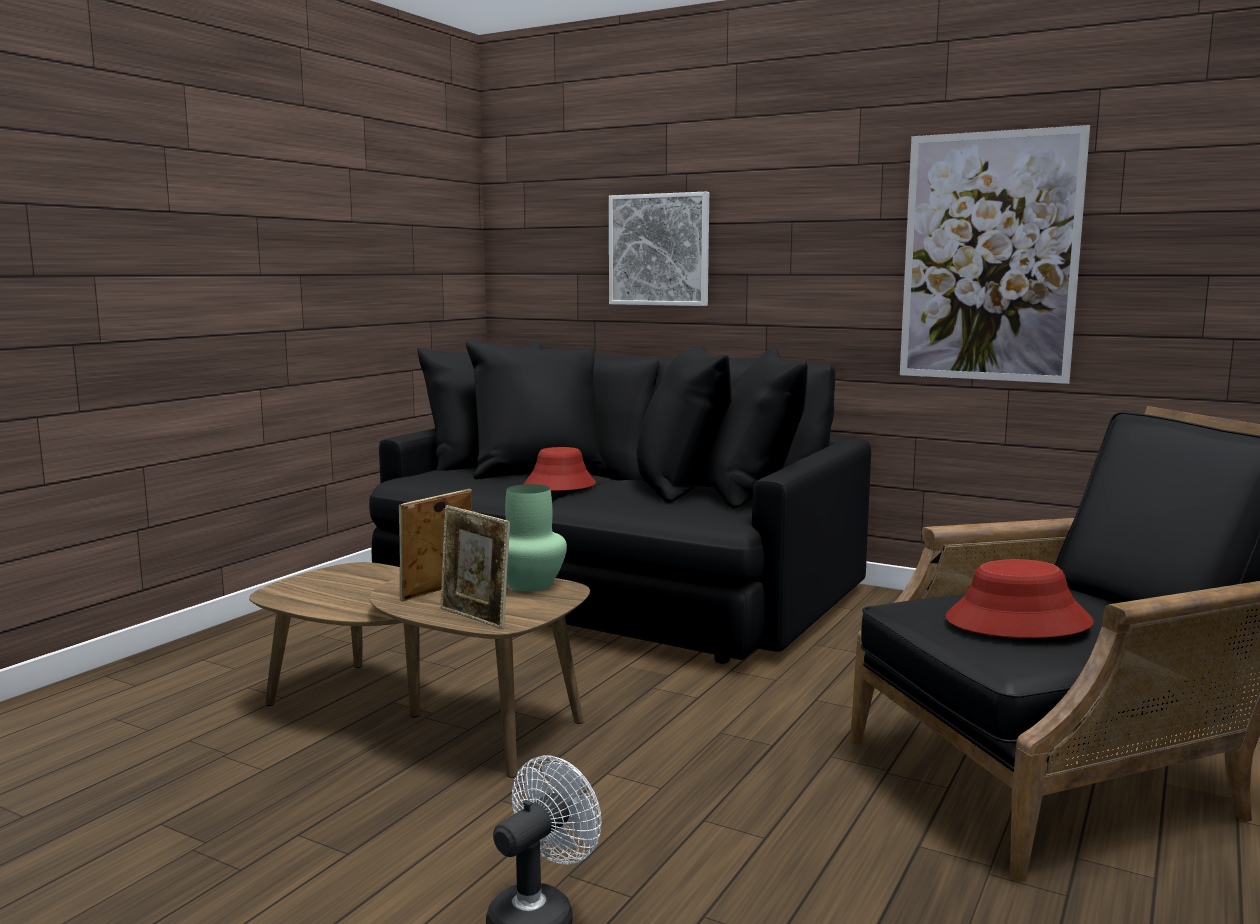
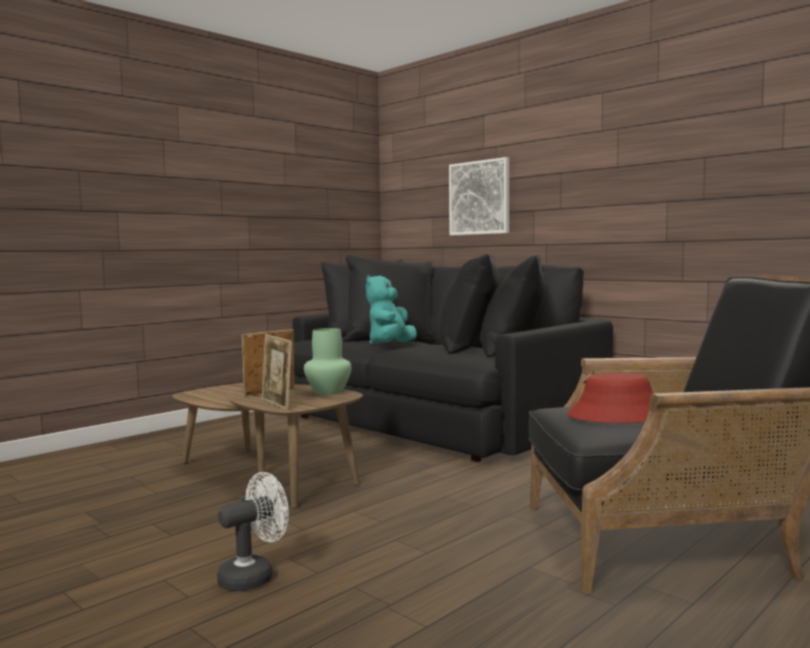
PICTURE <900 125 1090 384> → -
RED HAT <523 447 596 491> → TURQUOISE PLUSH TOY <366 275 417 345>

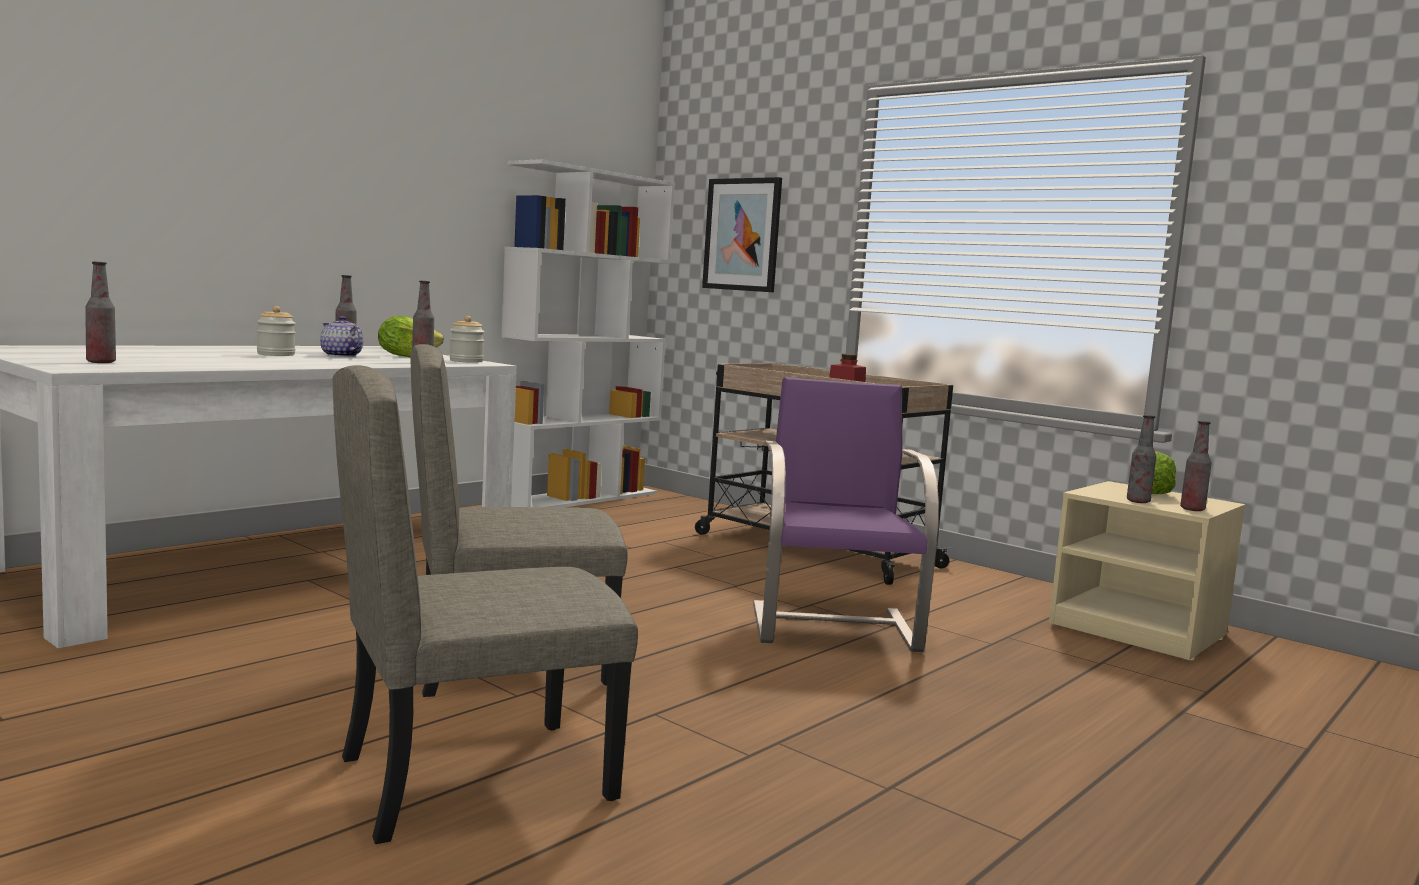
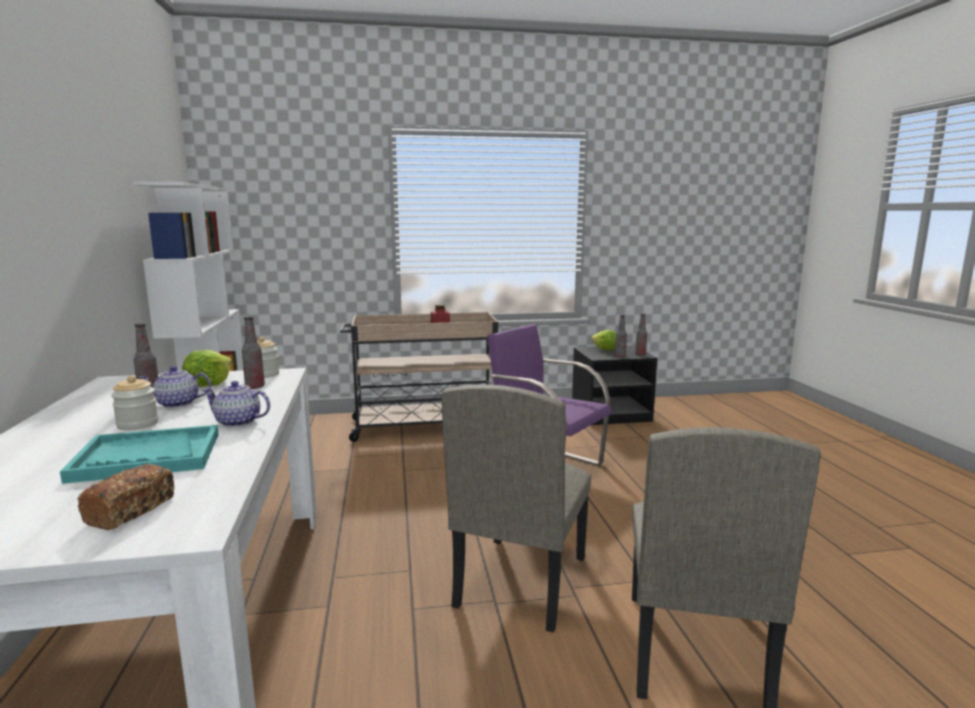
PICTURE <702 177 782 292> → -
- → TURQUOISE TRAY <60 425 219 484>
- → TEAPOT <203 381 270 427>
BOTTLE <85 262 116 363> → BREAD <78 464 175 530>
BEIGE NIGHTSTAND <1049 481 1246 660> → BLACK NIGHTSTAND <572 345 658 425>

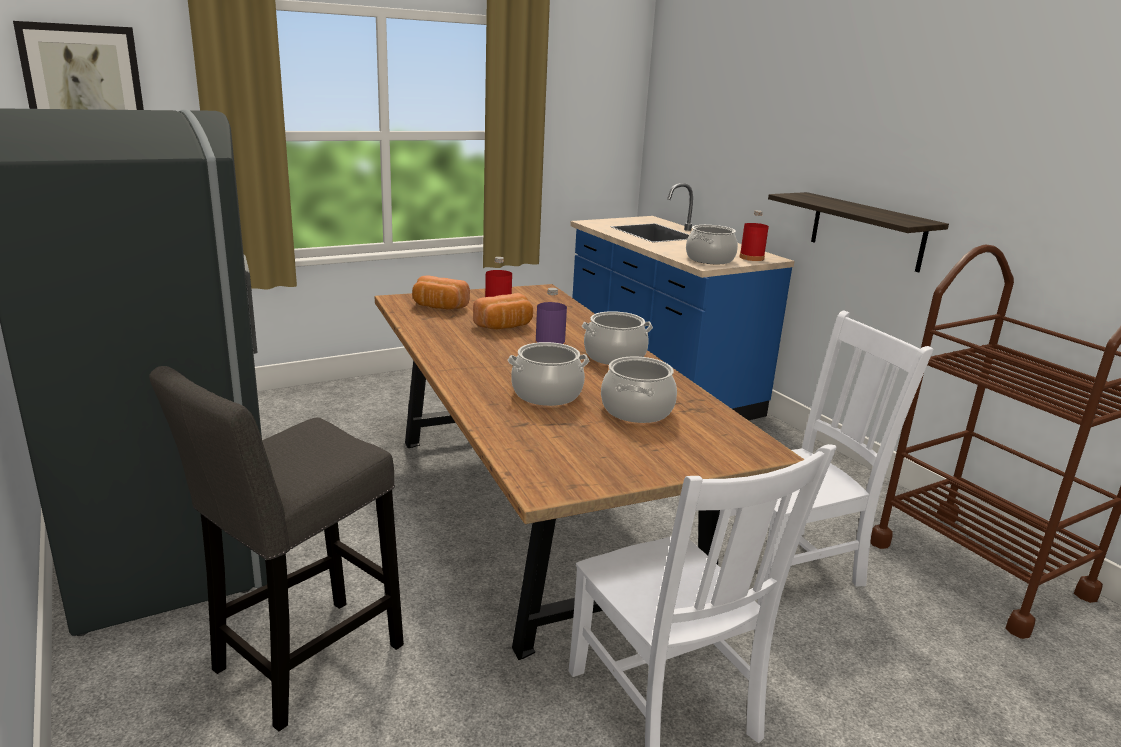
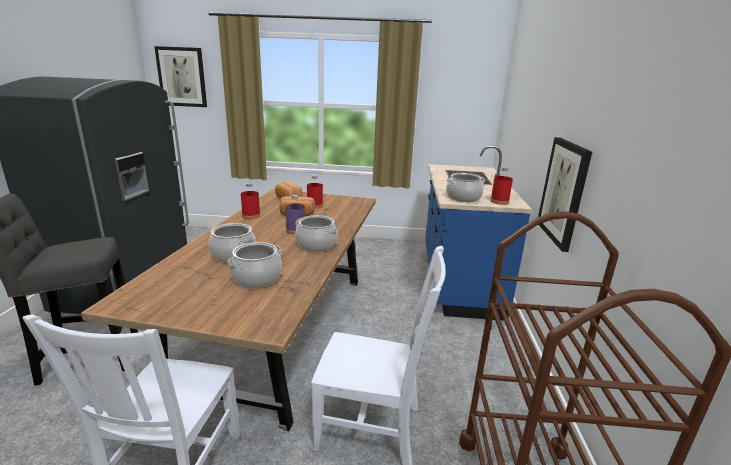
- → RED BOTTLE <241 183 260 219>
SHELF <768 192 949 272> → PICTURE <538 137 592 252>

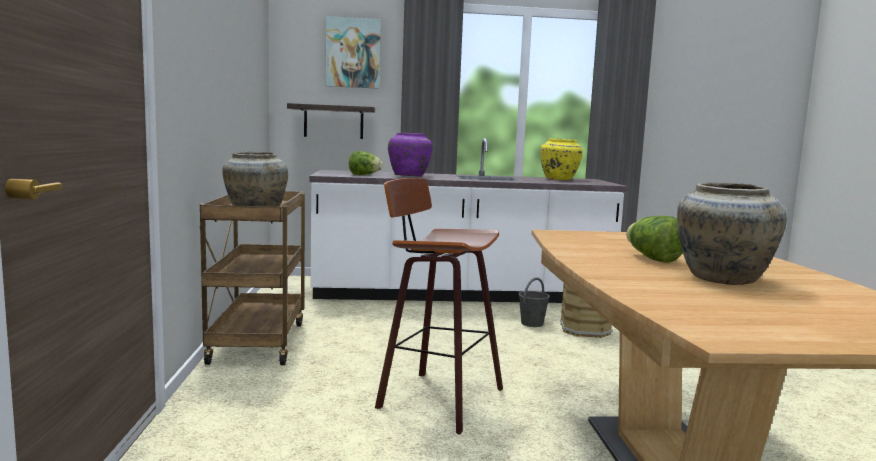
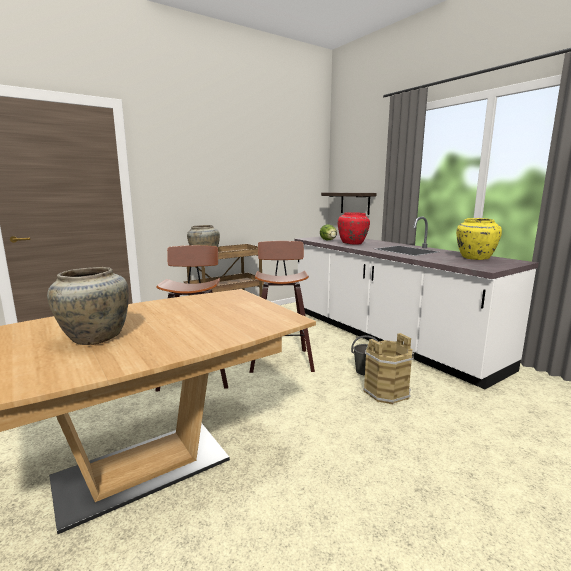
PICTURE <325 16 381 89> → -
LETTUCE <626 216 683 263> → -
- → STOOL <249 241 315 373>
PURPLE VASE <388 133 432 177> → RED VASE <338 212 370 245>

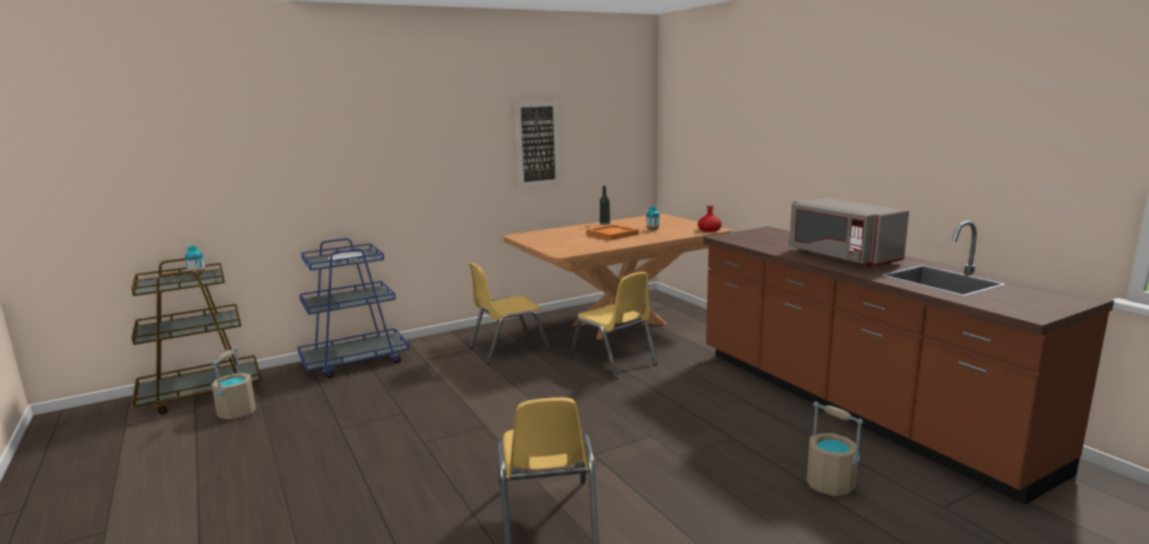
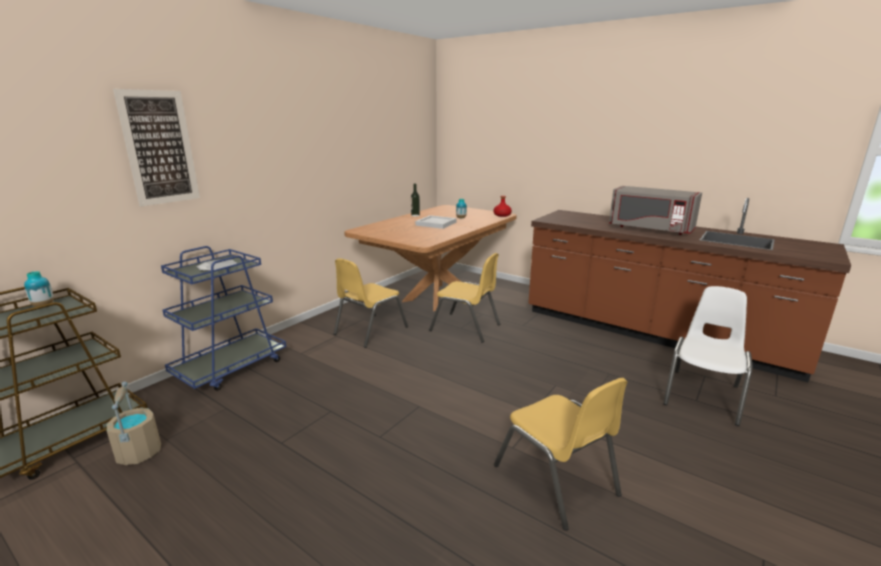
PICTURE <515 101 560 188> → PICTURE <113 89 200 207>, moved
BEIGE BUCKET <807 401 863 496> → WHITE CHAIR <663 286 752 426>
ORANGE TRAY <586 224 639 240> → WHITE TRAY <415 215 457 229>

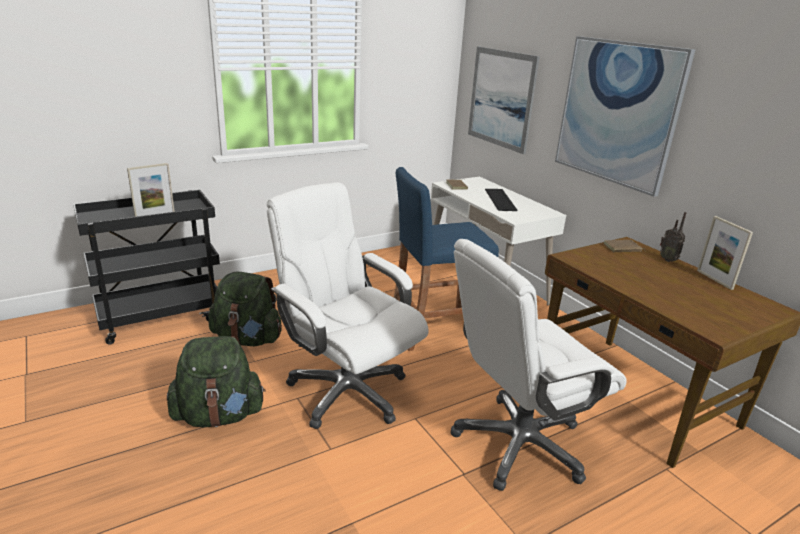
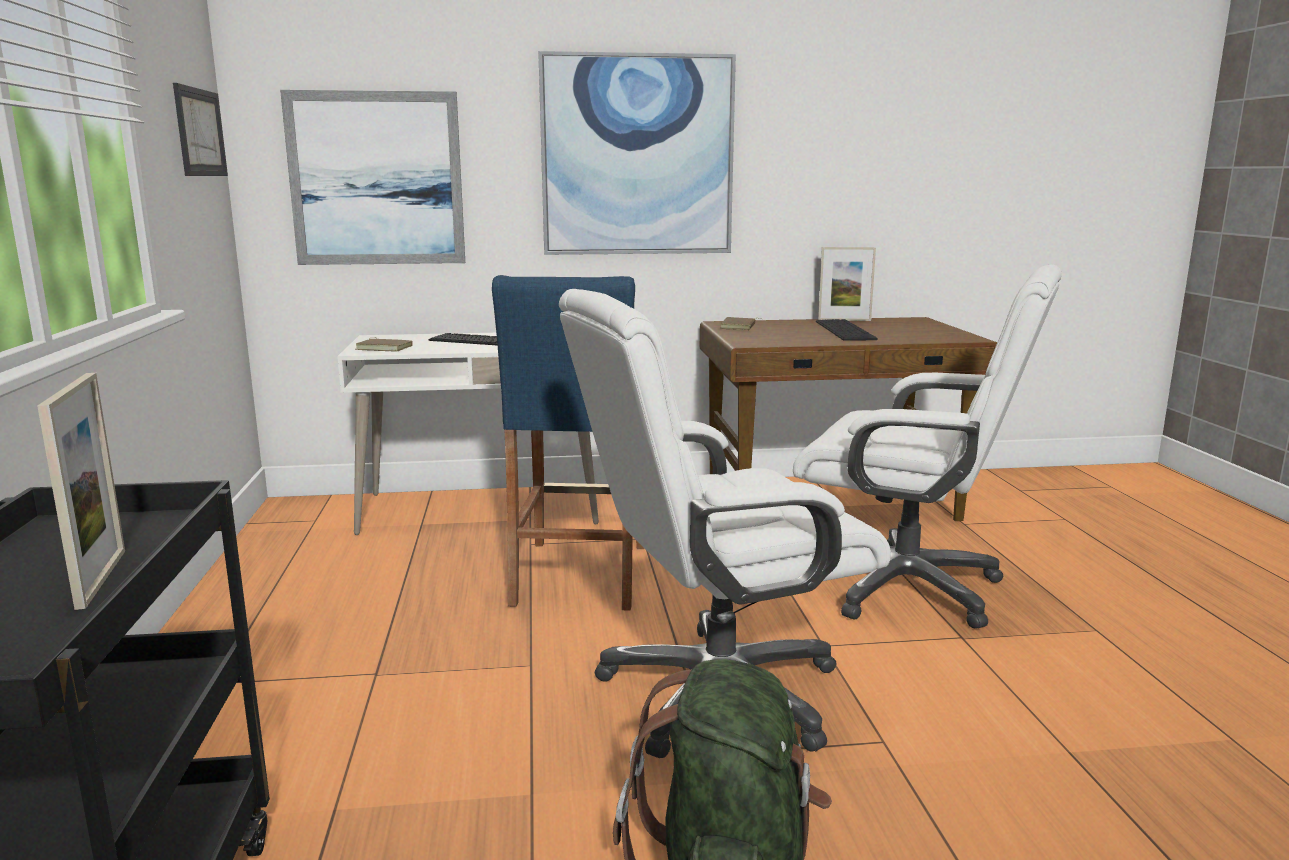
GREEN BACKPACK <208 272 282 346> → -
RADIO <660 212 687 262> → -
- → PICTURE <173 83 228 176>
- → KEYBOARD <816 319 878 341>
WHITE OFFICE CHAIR <451 239 626 491> → WHITE OFFICE CHAIR <793 264 1061 629>, 60 degrees counterclockwise

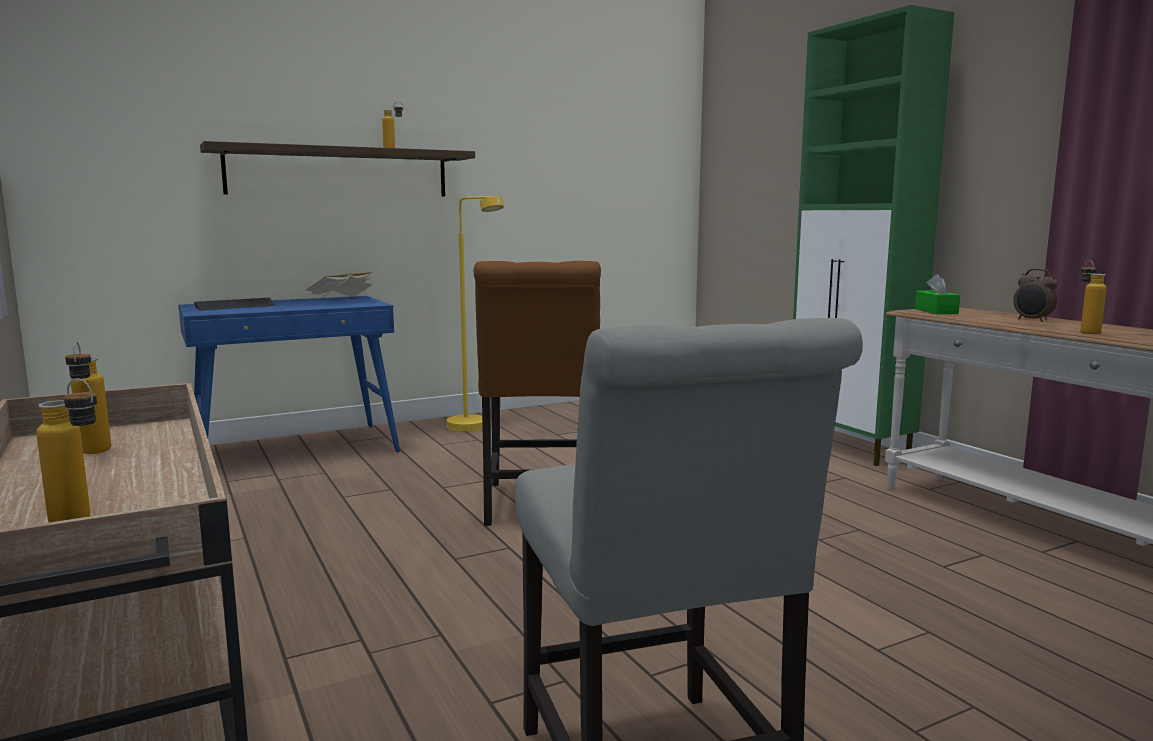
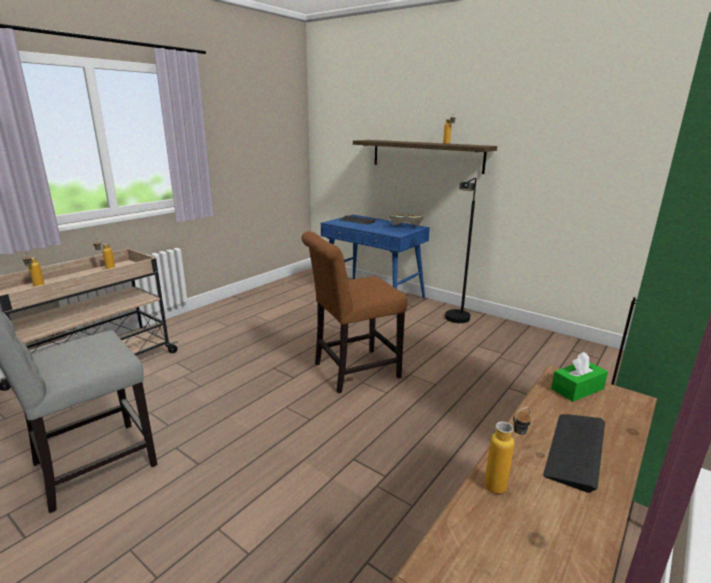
ALARM CLOCK <1013 269 1058 322> → KEYBOARD <543 414 605 493>
YELLOW FLOOR LAMP <447 196 504 431> → BLACK FLOOR LAMP <445 178 476 323>

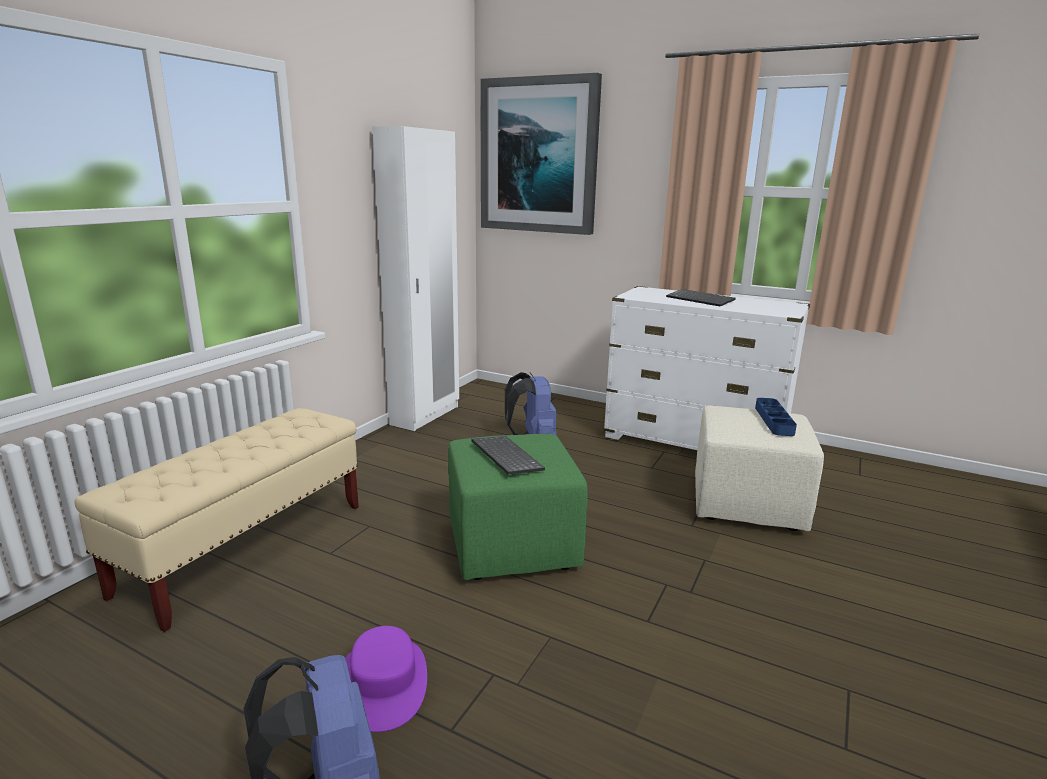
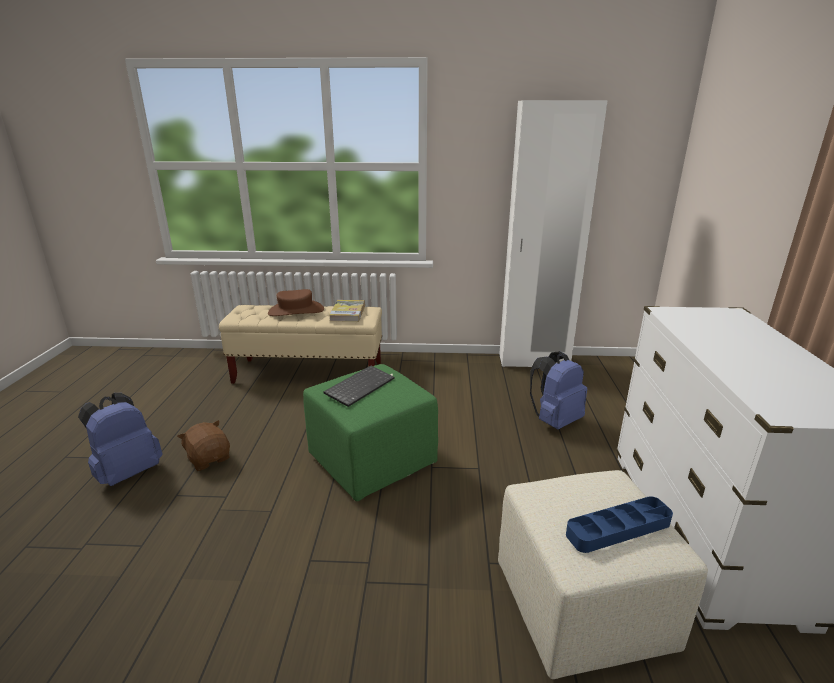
PICTURE <480 73 602 235> → -
KEYBOARD <666 289 736 307> → -
- → BROWN HAT <268 289 324 316>
- → BOOK <329 300 365 322>
PURPLE HAT <345 626 427 732> → BROWN PLUSH TOY <177 420 230 471>

